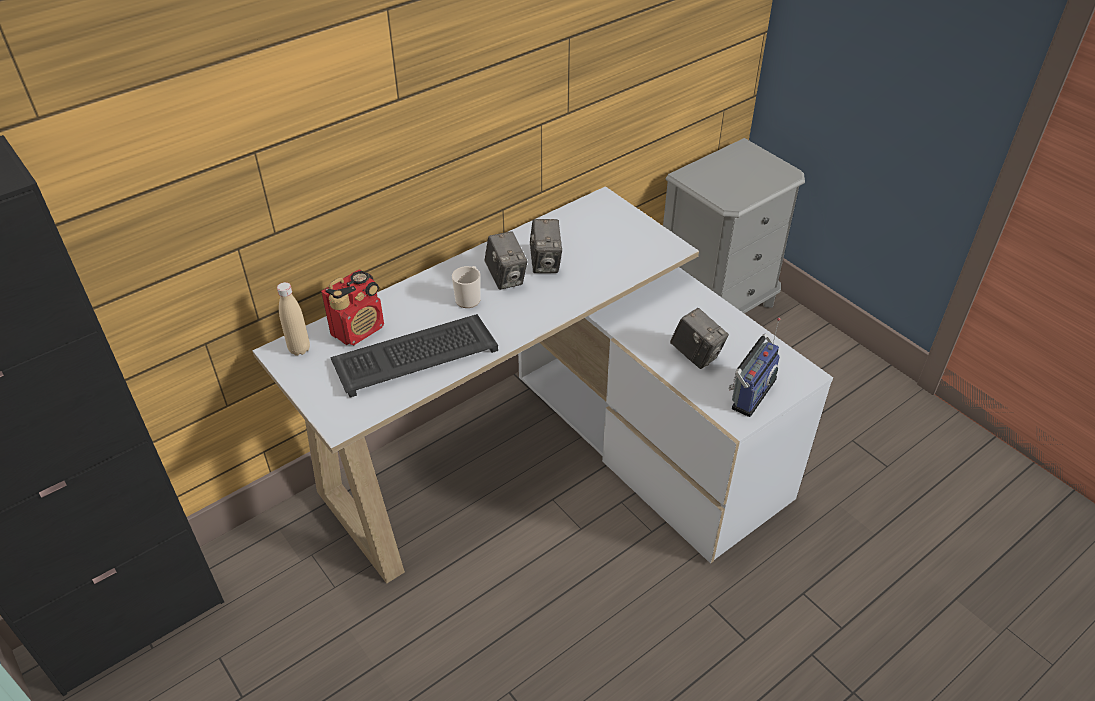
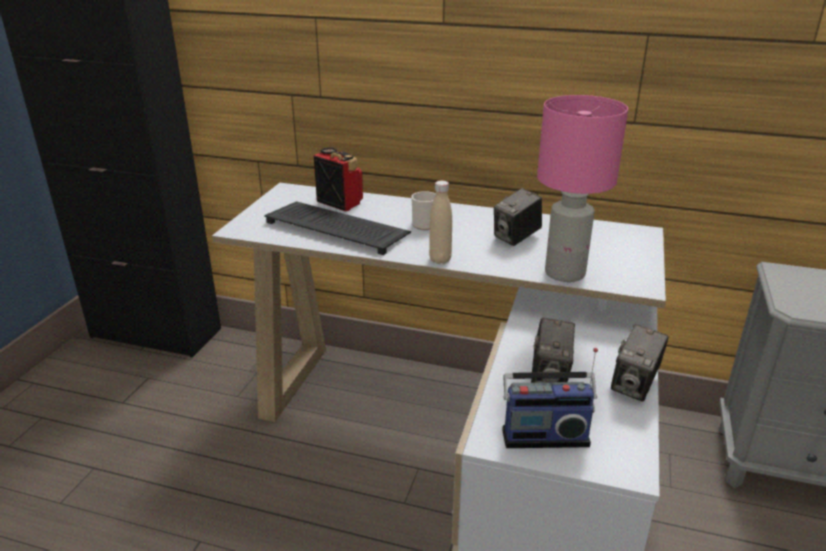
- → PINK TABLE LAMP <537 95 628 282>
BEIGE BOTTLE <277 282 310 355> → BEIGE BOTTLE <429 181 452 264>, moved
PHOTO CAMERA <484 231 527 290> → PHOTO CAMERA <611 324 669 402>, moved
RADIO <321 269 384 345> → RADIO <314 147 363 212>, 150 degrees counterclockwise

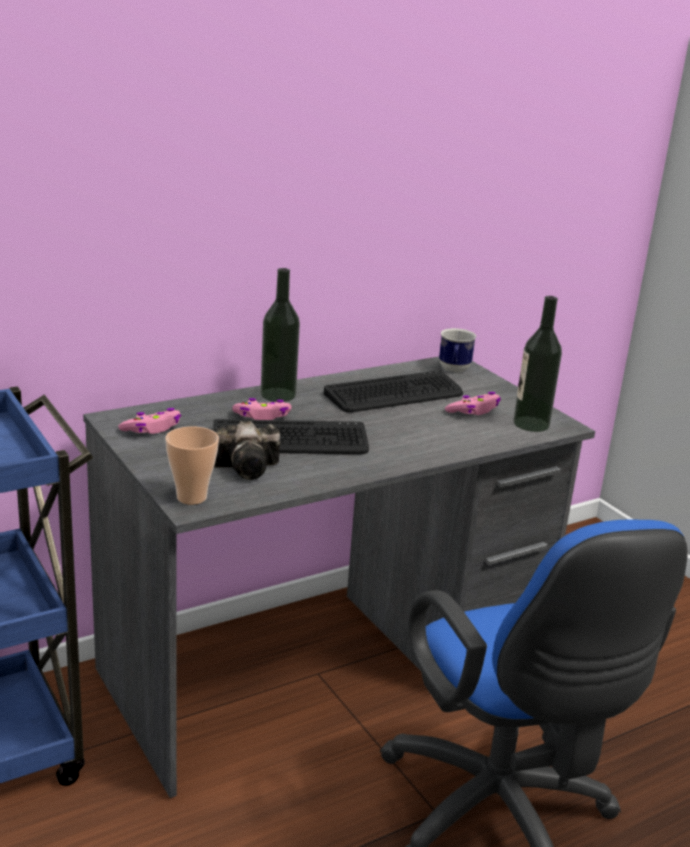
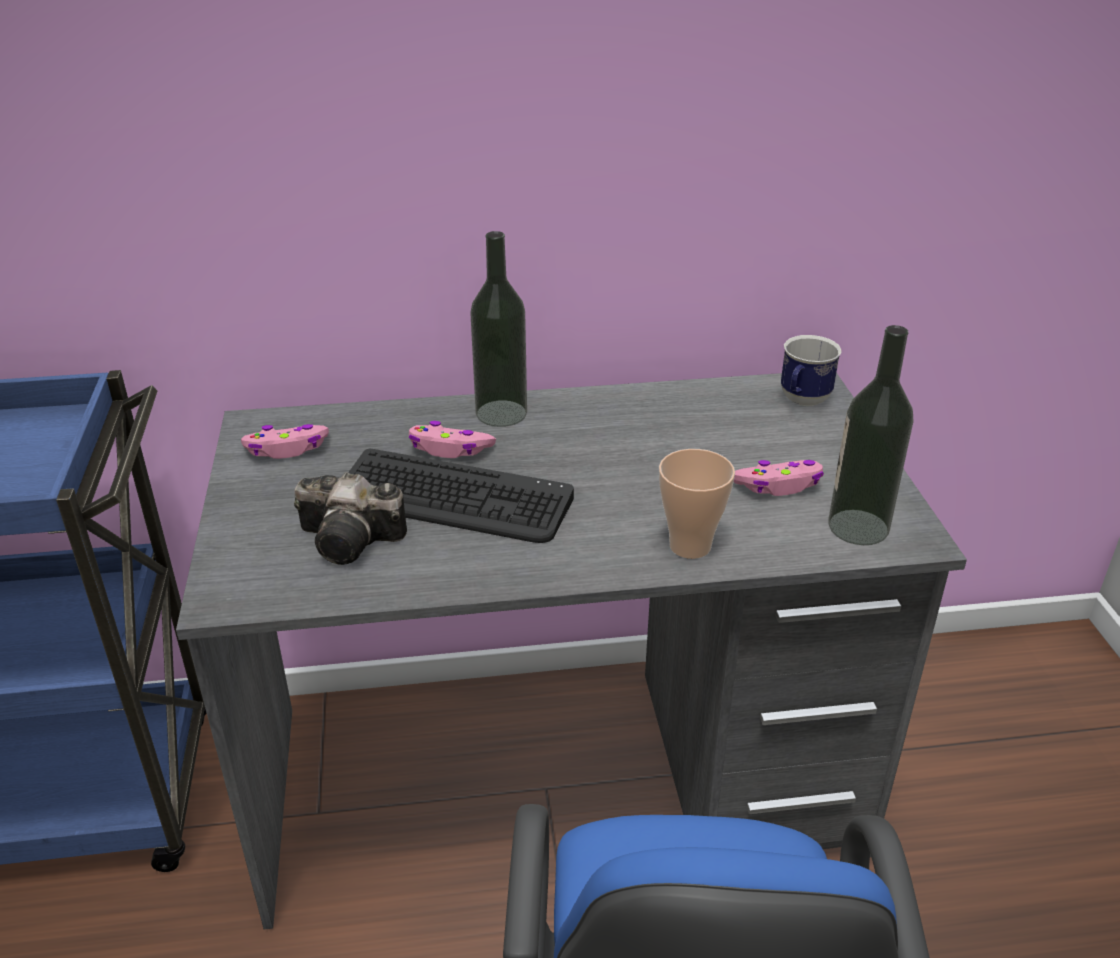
KEYBOARD <324 370 463 412> → -
CUP <165 426 219 505> → CUP <659 449 735 559>, moved

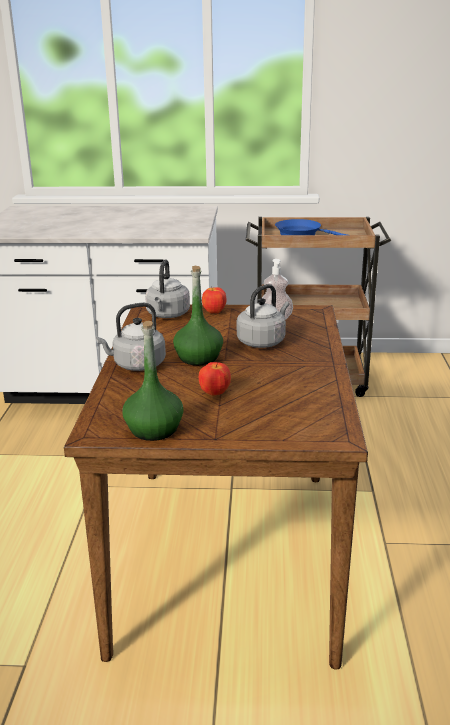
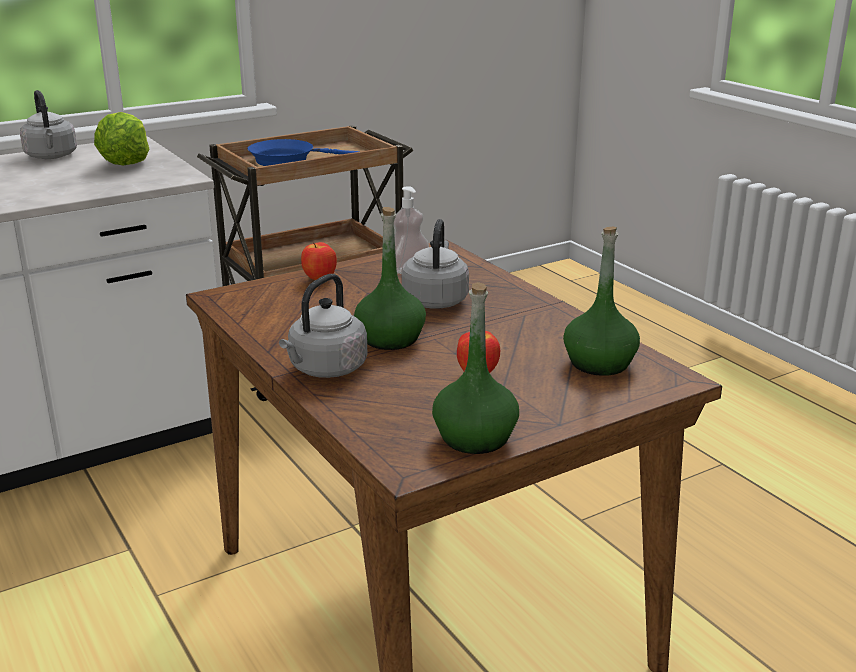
- → LETTUCE <94 112 149 165>
- → GREEN BOTTLE <563 226 640 376>
GREY KETTLE <145 260 190 318> → GREY KETTLE <20 90 77 159>, moved

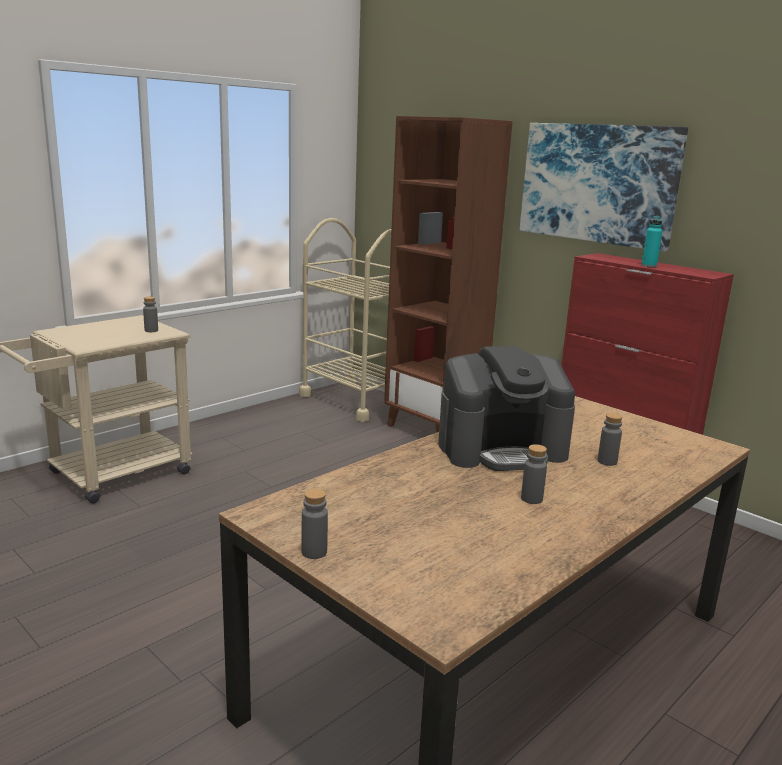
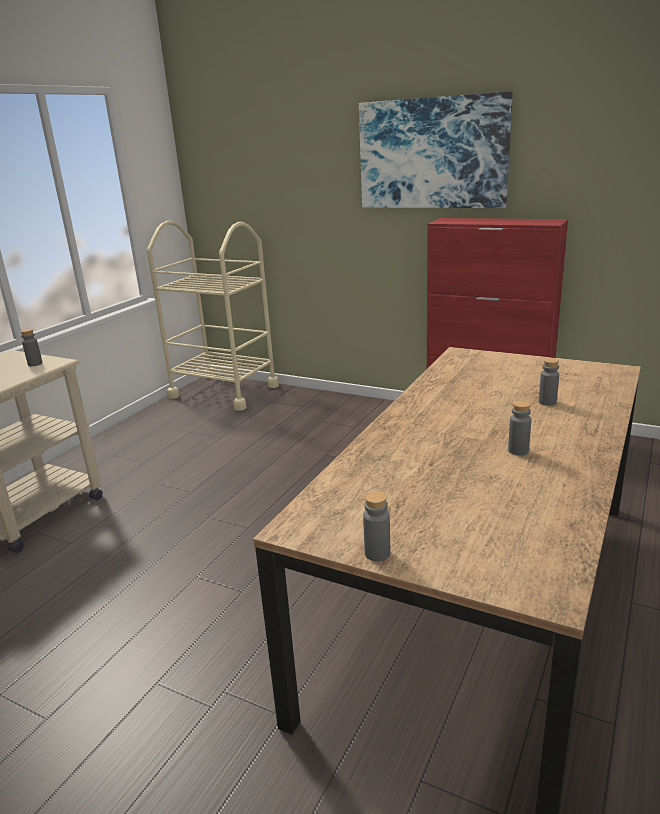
BROWN BOOKCASE <384 116 513 432> → -
COFFEE MACHINE <438 346 575 471> → -
TURQUOISE BOTTLE <642 216 662 267> → -

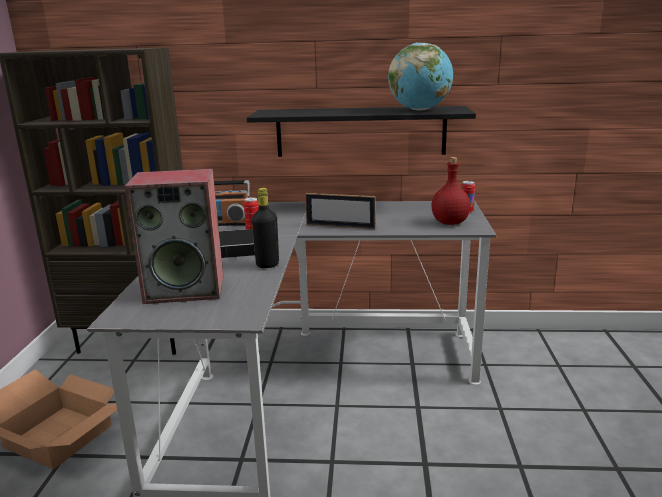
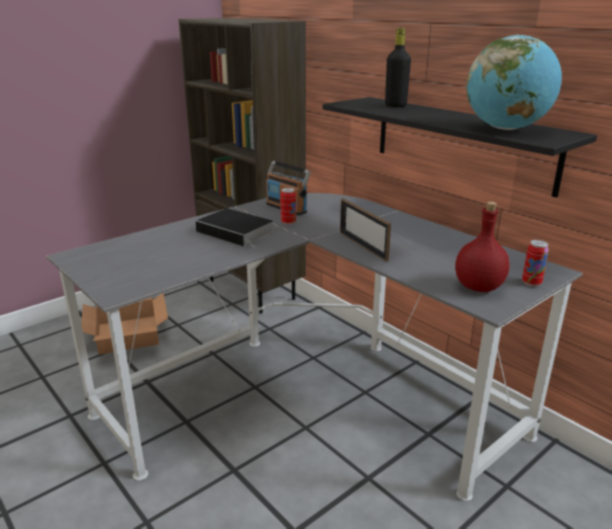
SPEAKER <124 169 223 304> → -
BLACK BOTTLE <252 188 279 268> → BLACK BOTTLE <385 28 411 107>, moved

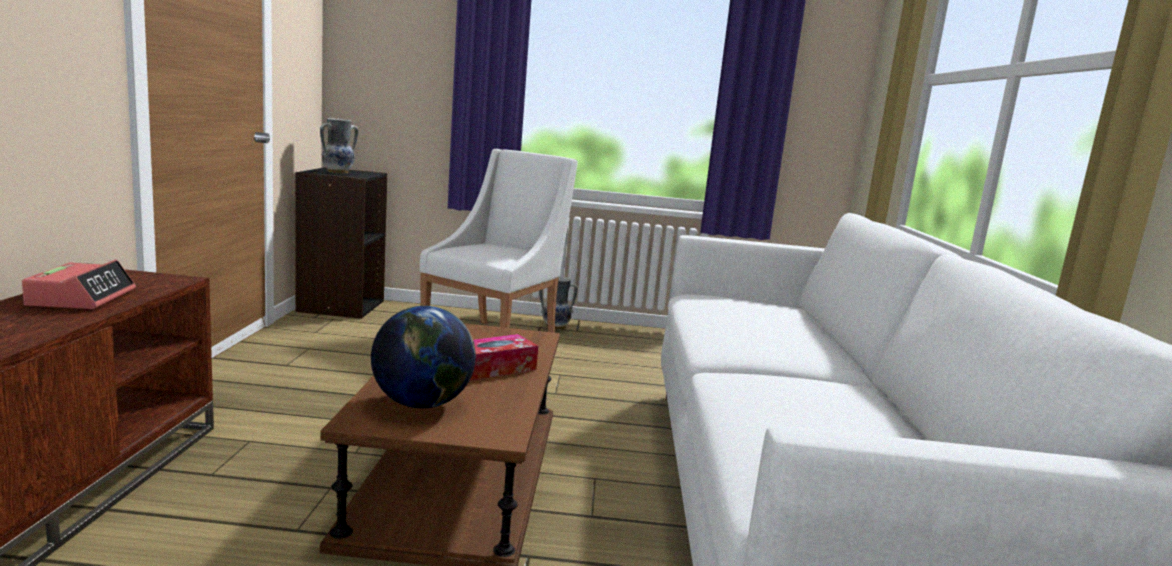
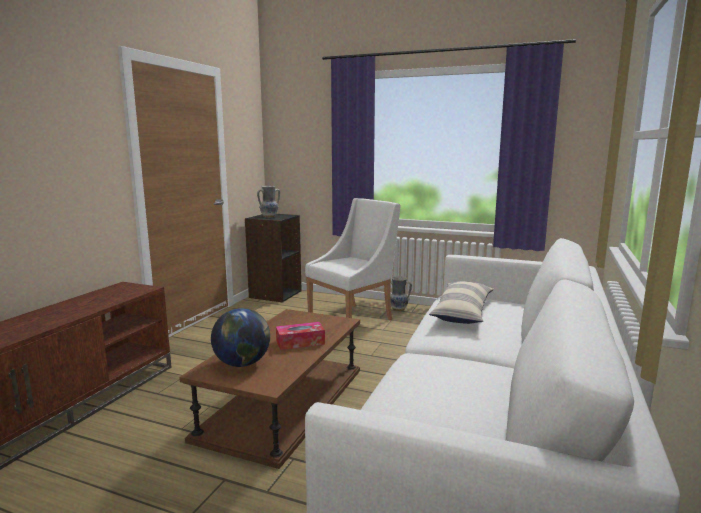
ALARM CLOCK <22 260 136 309> → -
- → PILLOW <429 281 494 324>

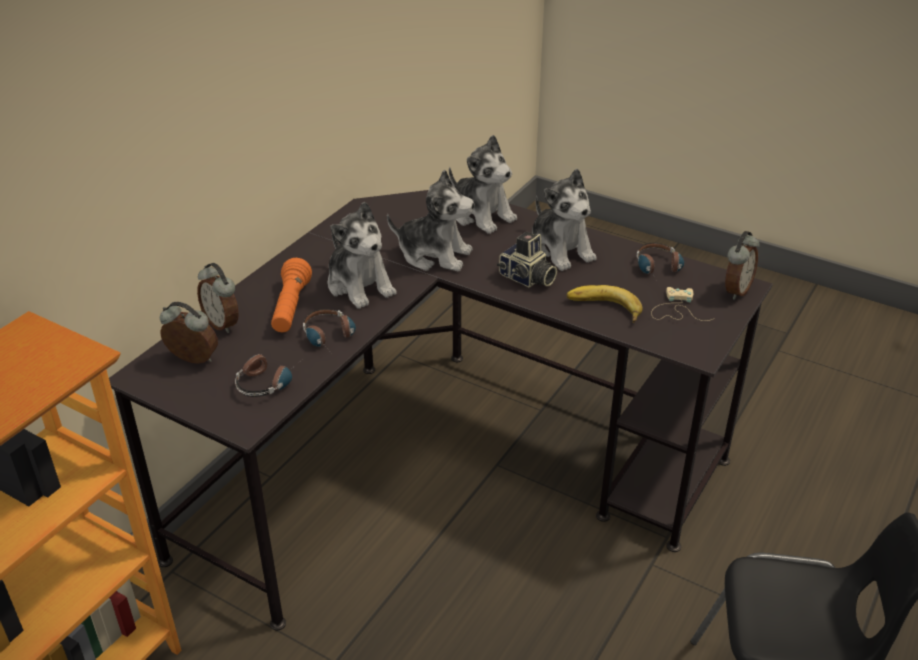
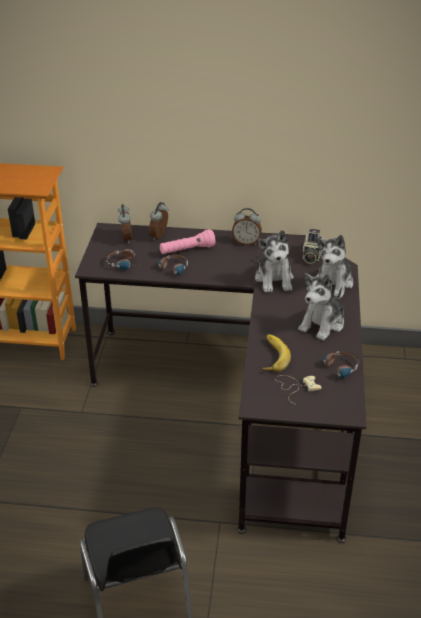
PLUSH TOY <328 202 397 309> → -
PHOTO CAMERA <497 232 557 287> → PHOTO CAMERA <301 229 323 264>, moved
ALARM CLOCK <725 231 760 300> → ALARM CLOCK <232 208 262 245>, moved
ORANGE FLASHLIGHT <271 258 312 332> → PINK FLASHLIGHT <160 229 216 254>

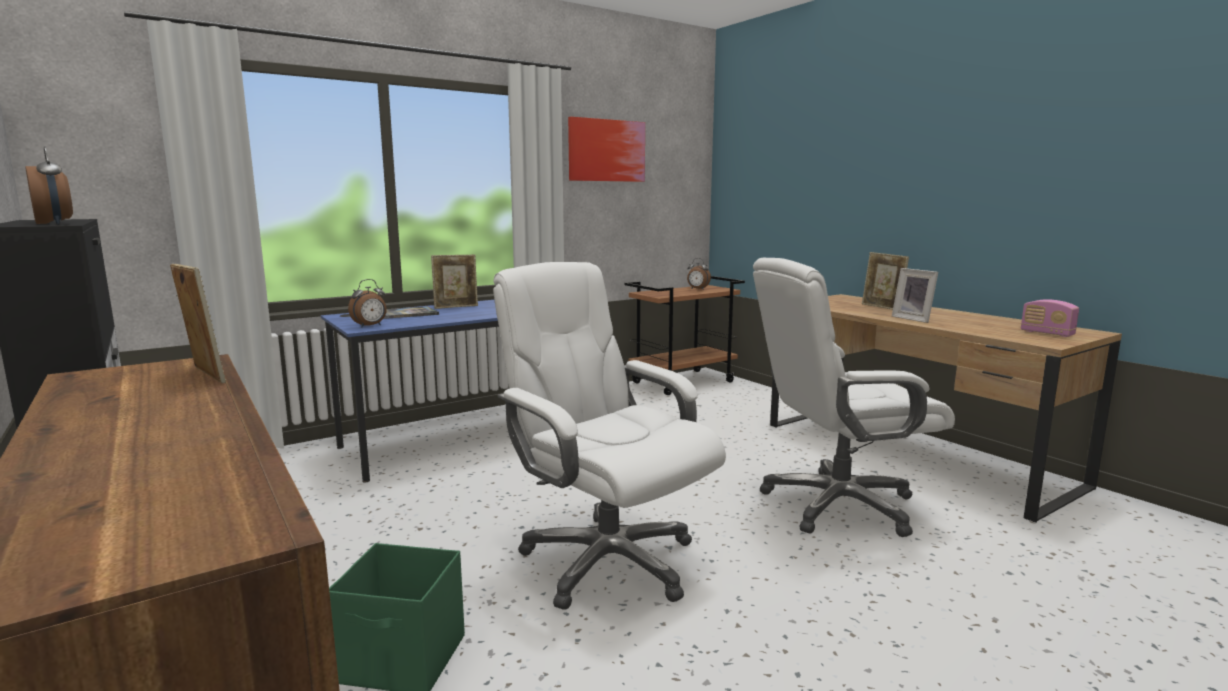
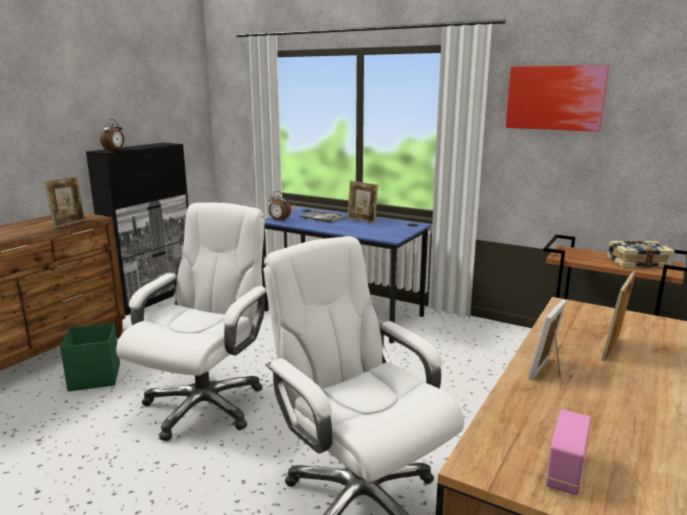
ALARM CLOCK <687 258 711 290> → BOOK <607 241 675 268>

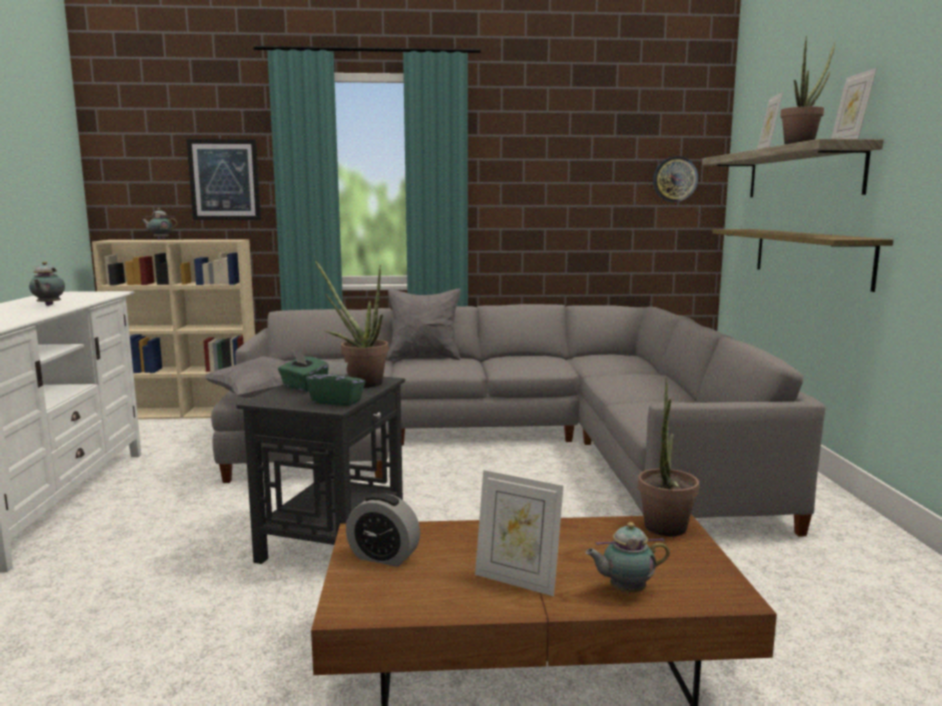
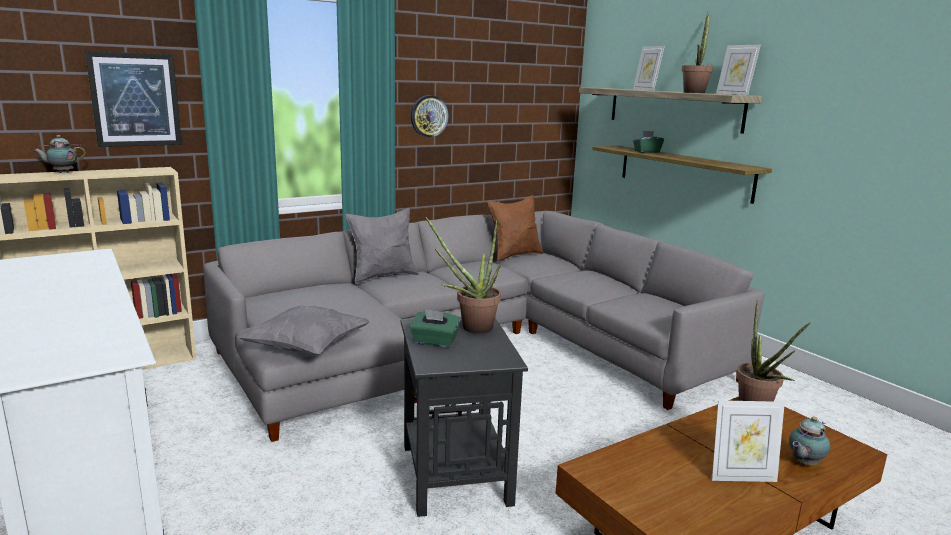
TEAPOT <29 262 65 306> → -
ALARM CLOCK <346 493 420 567> → -
- → BROWN PILLOW <487 195 543 262>
GREEN TISSUE BOX <306 361 365 406> → GREEN TISSUE BOX <633 131 664 153>, moved
WALL CLOCK <653 156 698 202> → WALL CLOCK <411 95 449 138>, moved

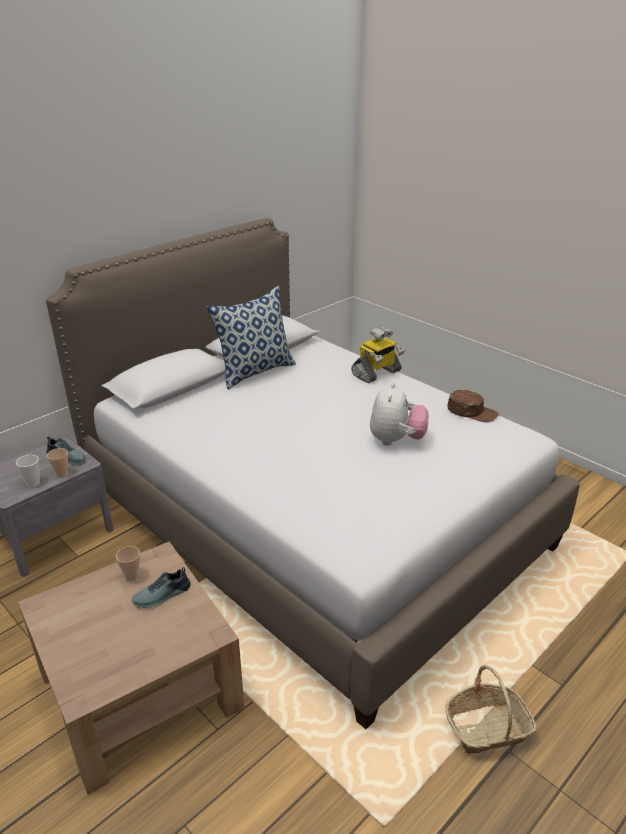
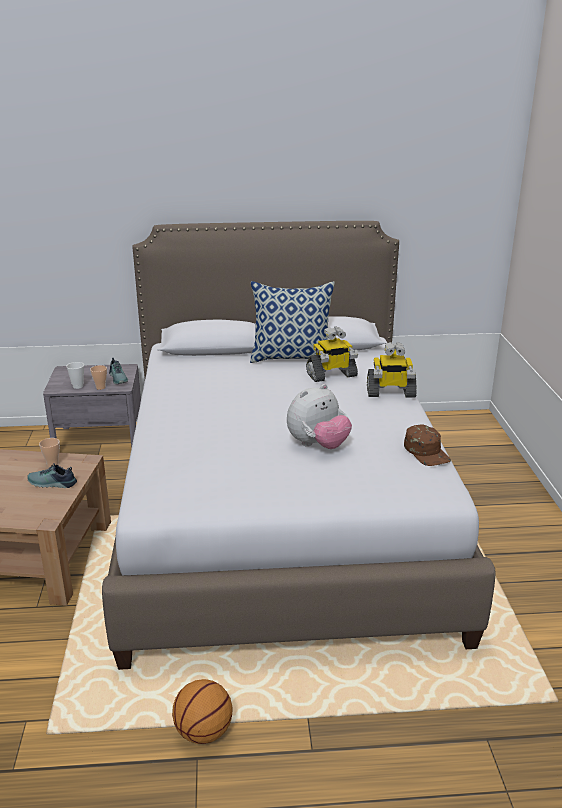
- → TOY ROBOT <306 326 358 382>
BASKET <445 665 537 753> → BASKETBALL <172 679 233 744>

